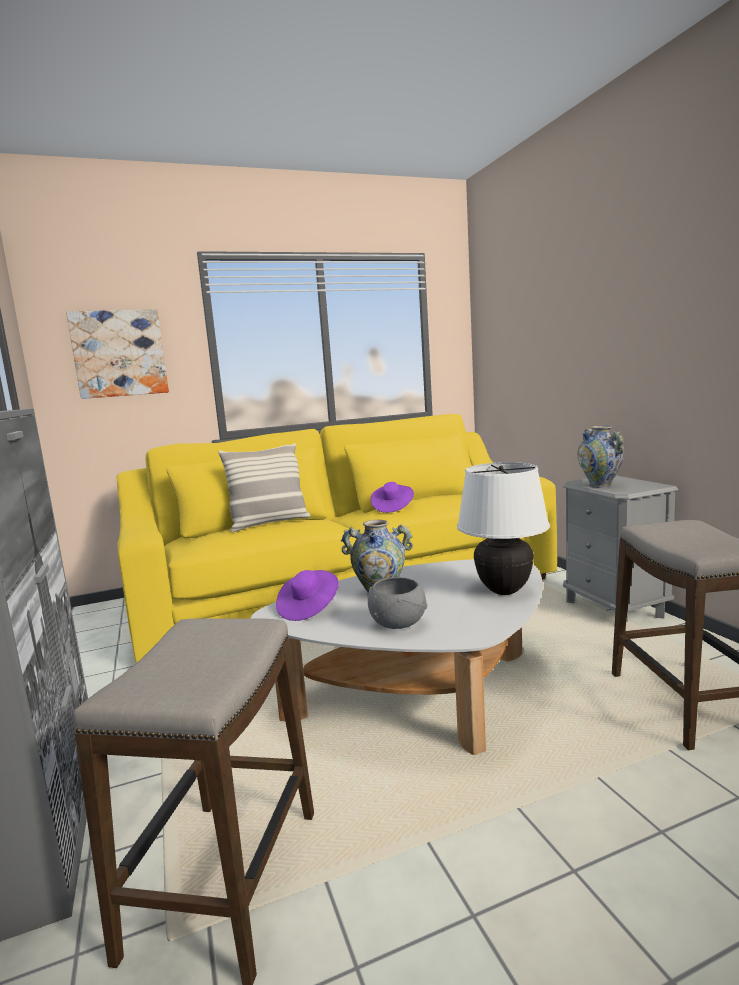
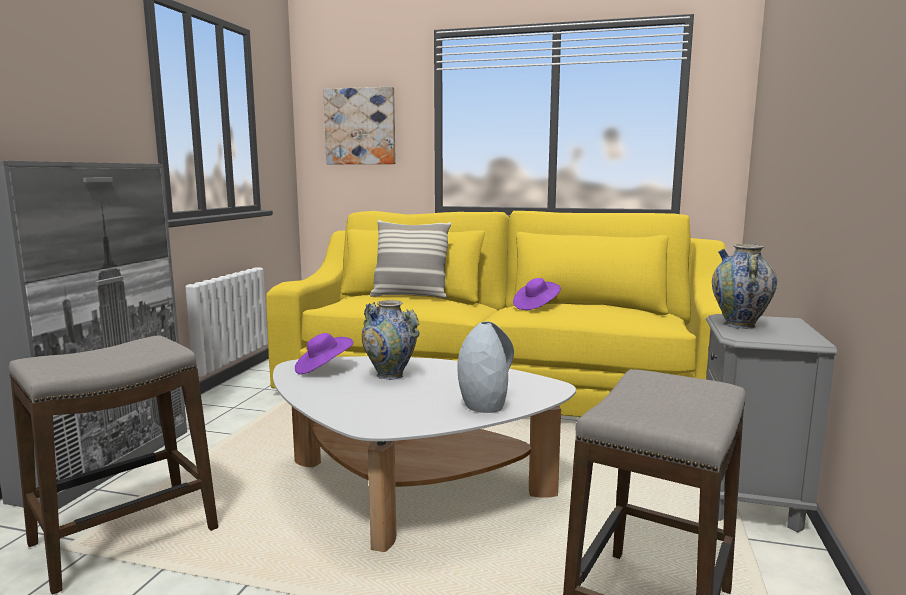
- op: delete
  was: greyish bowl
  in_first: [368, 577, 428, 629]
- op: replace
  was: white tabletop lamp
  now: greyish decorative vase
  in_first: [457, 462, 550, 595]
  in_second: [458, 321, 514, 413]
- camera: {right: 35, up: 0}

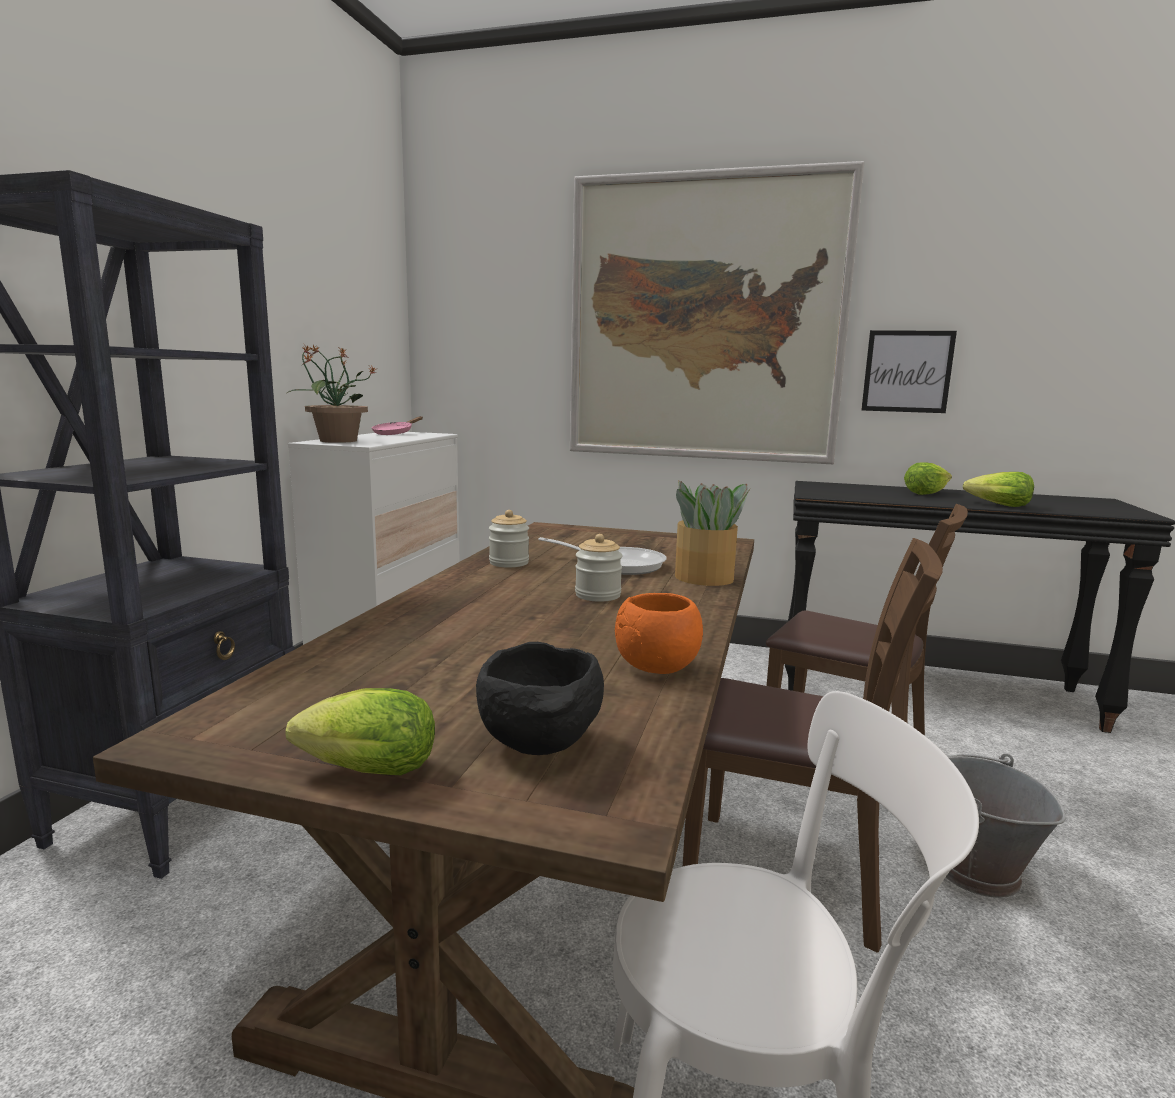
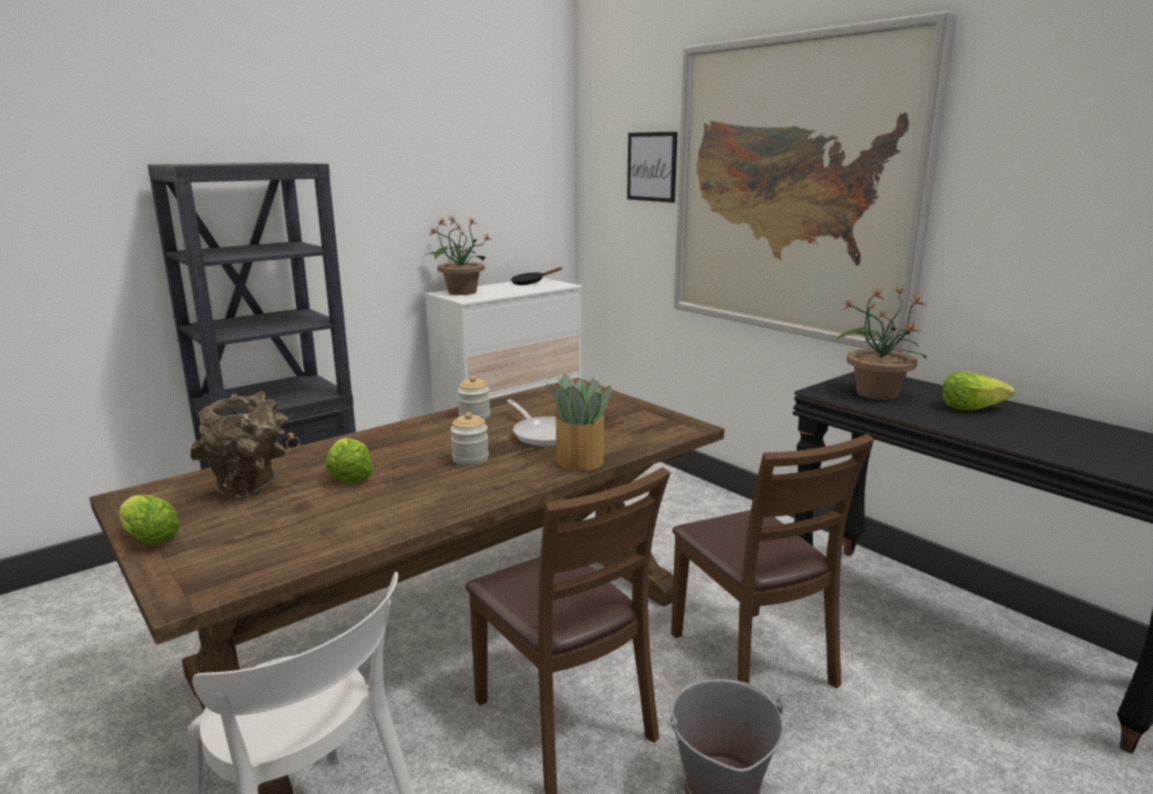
- op: recolor
  was: pink-coloured pan
  now: blackish pan
  in_first: [372, 416, 423, 435]
  in_second: [511, 267, 562, 285]
- op: delete
  was: blackish bowl
  in_first: [476, 642, 604, 755]
- op: delete
  was: orangey bowl
  in_first: [615, 593, 703, 674]
- op: move
  was: picture
  in_first: [861, 330, 957, 413]
  in_second: [627, 132, 678, 203]
- op: move
  was: lettuce
  in_first: [963, 472, 1034, 507]
  in_second: [325, 438, 373, 483]
- op: insert
  now: brownish decorative vase
  in_second: [191, 391, 289, 496]
- op: insert
  now: houseplant
  in_second: [836, 286, 928, 400]
- camera: {right: 35, up: 5}

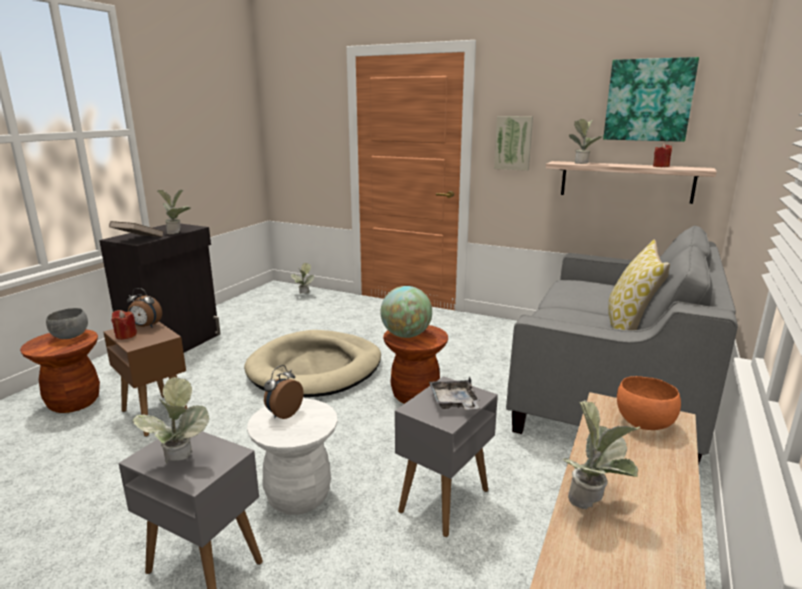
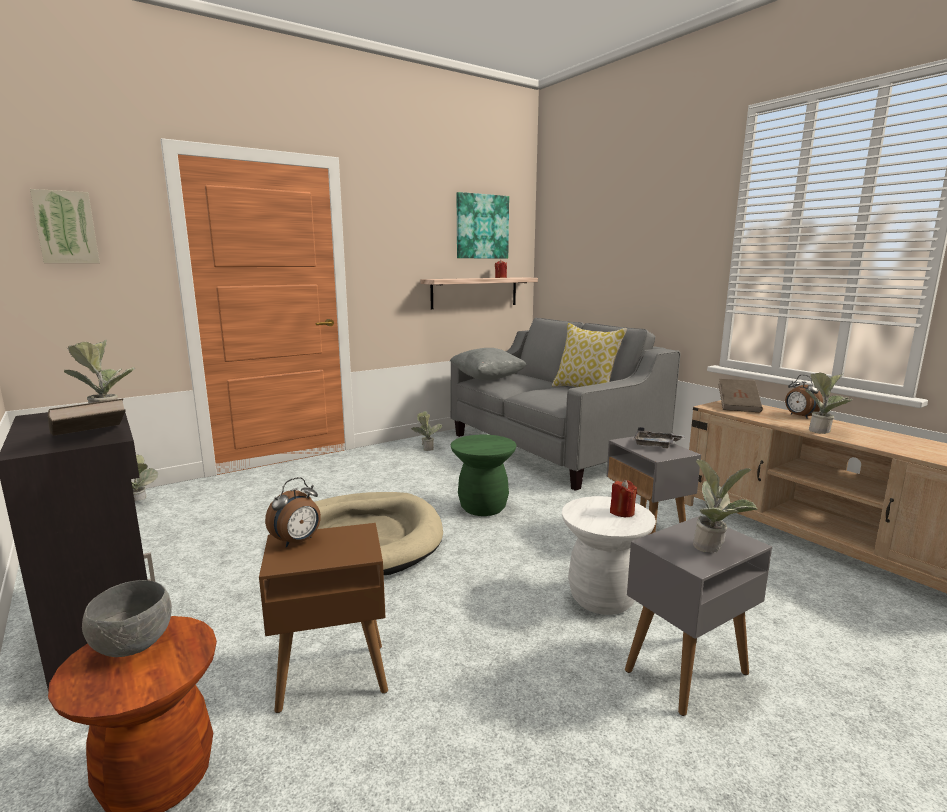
- op: move
  was: red wax light
  in_first: [111, 310, 137, 340]
  in_second: [610, 480, 637, 517]
- op: move
  was: table clock
  in_first: [264, 365, 304, 419]
  in_second: [785, 375, 823, 419]
- op: delete
  was: globe
  in_first: [380, 286, 432, 338]
- op: recolor
  was: brownish stool seat
  now: greenish stool seat
  in_first: [383, 325, 448, 404]
  in_second: [451, 435, 517, 516]
- op: move
  was: picture
  in_first: [494, 116, 533, 171]
  in_second: [30, 189, 100, 263]
- op: move
  was: houseplant
  in_first: [569, 119, 603, 164]
  in_second: [411, 411, 442, 451]
- op: replace
  was: orangey bowl
  now: brownish bound book
  in_first: [617, 376, 681, 430]
  in_second: [718, 379, 763, 412]
- op: insert
  now: greyish pillow
  in_second: [450, 348, 527, 380]
- camera: {right: -60, up: -5}

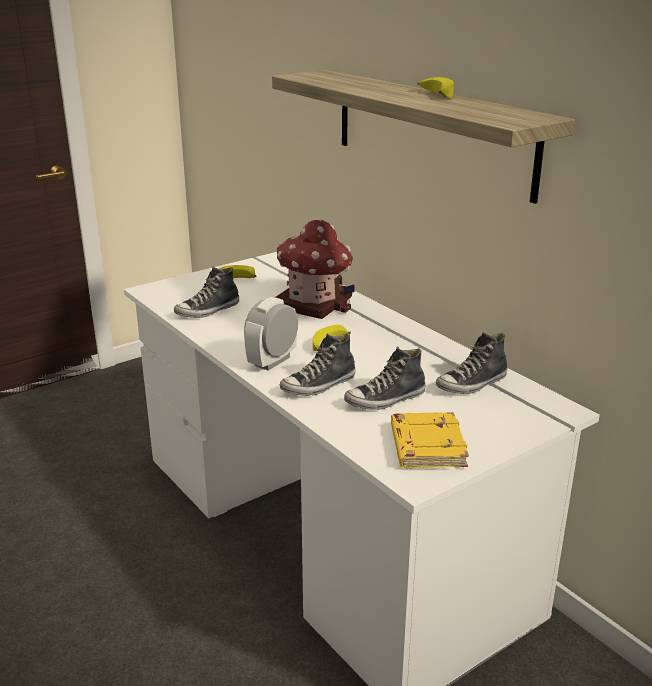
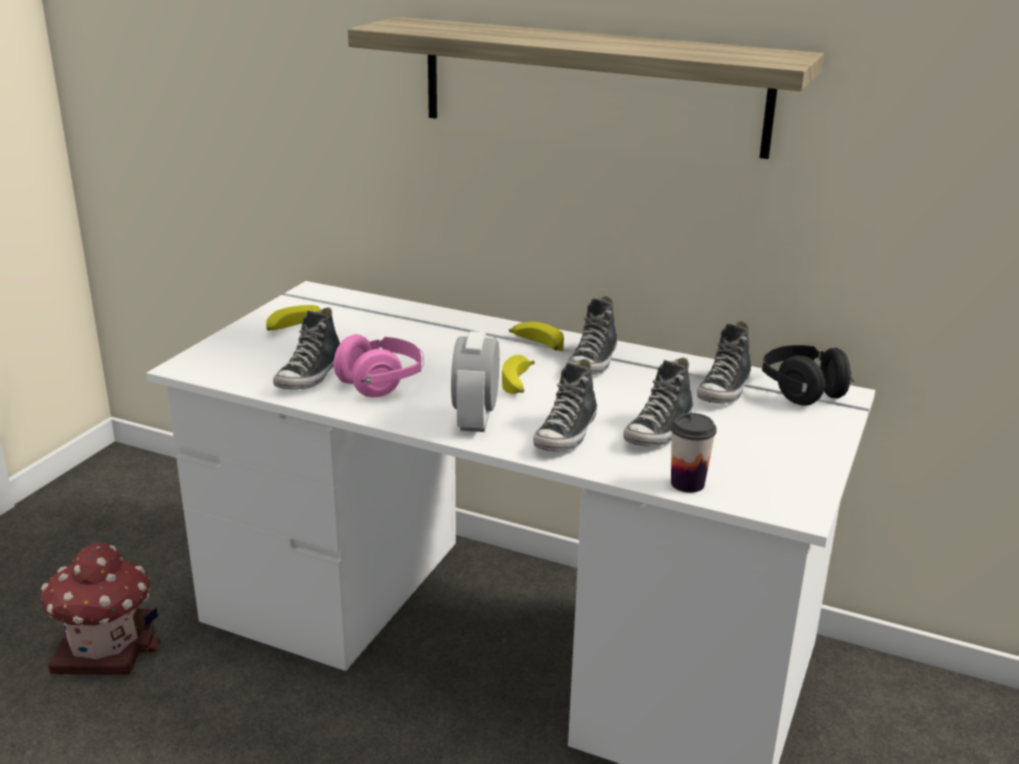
- op: move
  was: miniature house
  in_first: [276, 220, 355, 319]
  in_second: [41, 542, 160, 675]
- op: delete
  was: yellow-coloured bound book
  in_first: [391, 412, 469, 468]
- op: move
  was: banana
  in_first: [418, 77, 454, 98]
  in_second: [509, 322, 564, 351]
- op: insert
  now: pink-coloured headset
  in_second: [334, 334, 424, 397]
- op: insert
  now: item of footwear
  in_second: [567, 296, 617, 374]
- op: insert
  now: small cup
  in_second: [670, 413, 717, 493]
- op: insert
  now: blackish headset
  in_second: [762, 345, 854, 406]
- camera: {right: -30, up: 0}

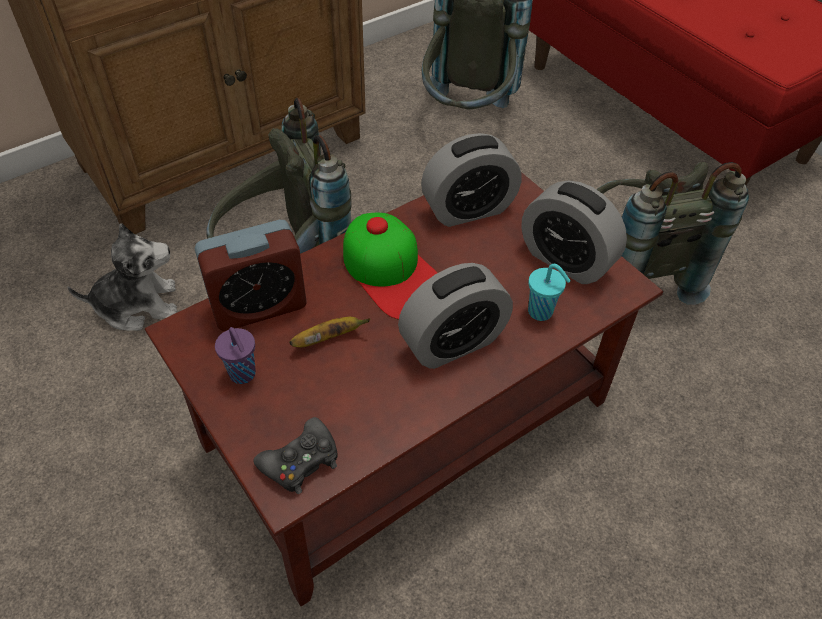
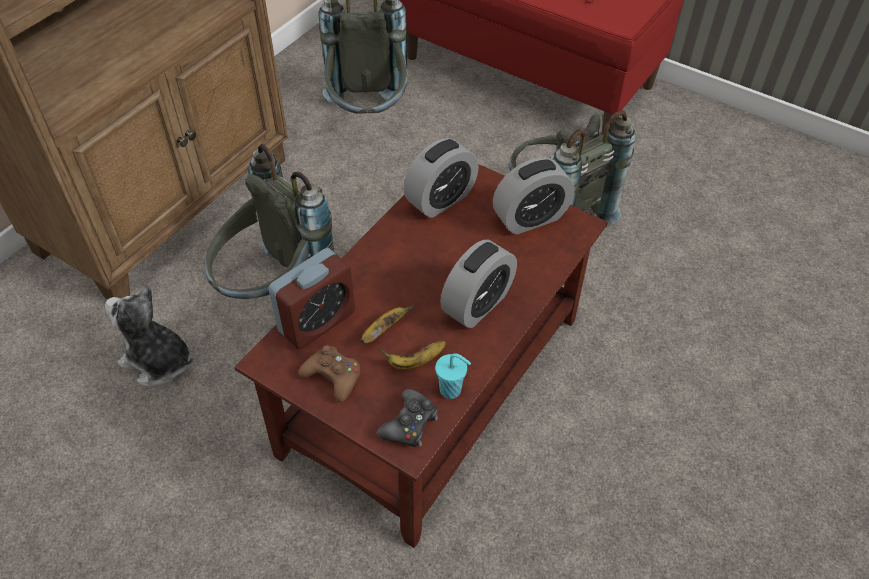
- op: rotate
  was: soft toy
  in_first: [67, 223, 177, 331]
  in_second: [105, 283, 194, 387]
  clockwise: -120
- op: replace
  was: purple-coloured small cup
  now: brownish joypad
  in_first: [215, 327, 256, 384]
  in_second: [299, 345, 361, 403]
- op: delete
  was: cap
  in_first: [343, 213, 437, 320]
- op: rotate
  was: table clock
  in_first: [522, 180, 627, 284]
  in_second: [493, 158, 574, 235]
  clockwise: -45
- op: move
  was: turquoise small cup
  in_first: [528, 264, 571, 321]
  in_second: [435, 353, 471, 399]
- op: insert
  now: banana
  in_second: [379, 340, 446, 370]
- camera: {right: -20, up: 0}

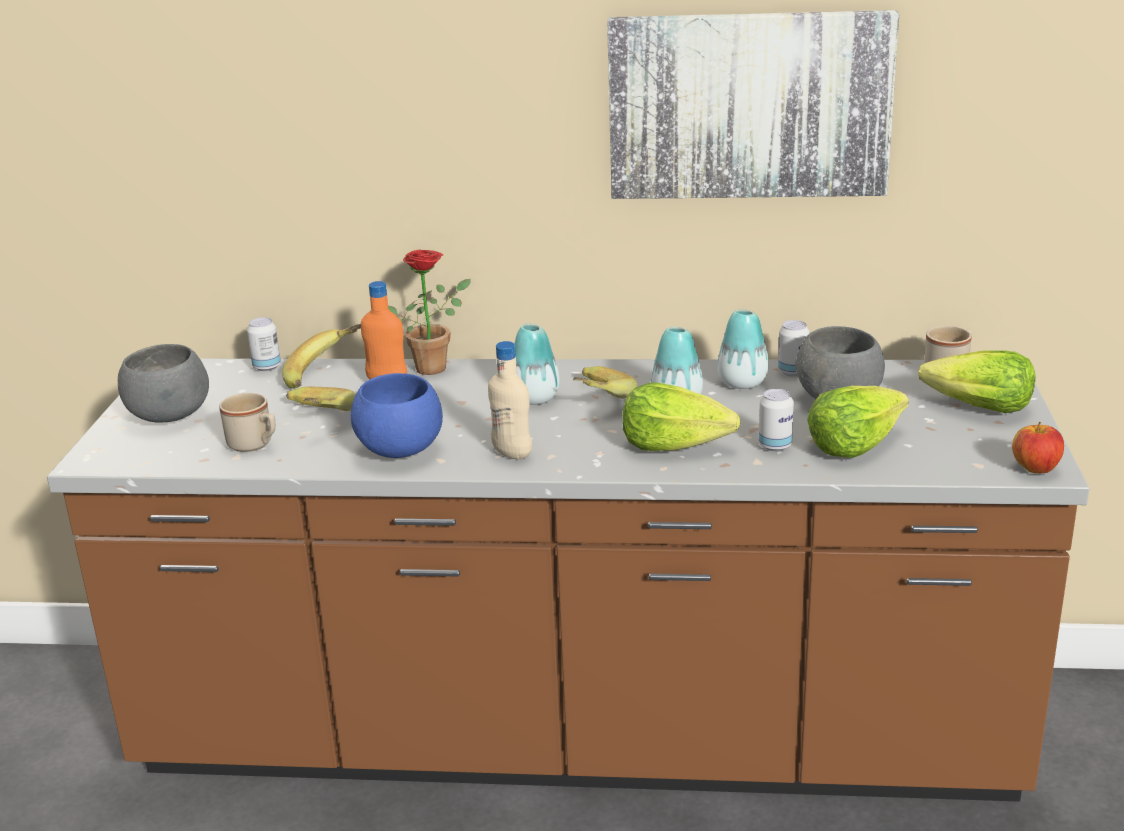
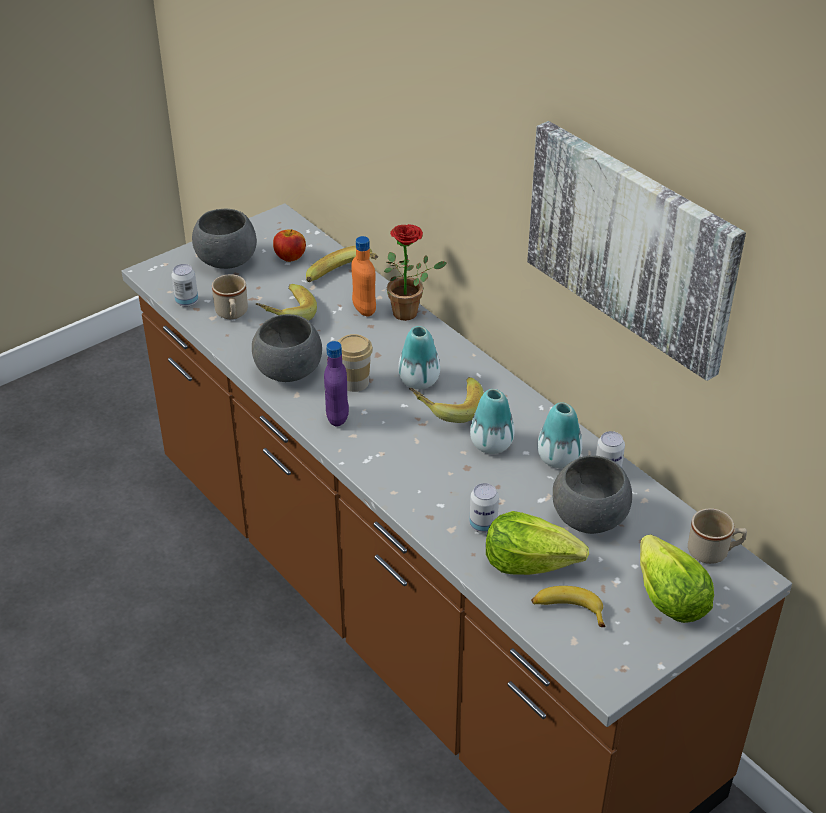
- op: move
  was: can
  in_first: [247, 317, 281, 371]
  in_second: [171, 264, 198, 307]
- op: recolor
  was: bluish bowl
  now: greyish bowl
  in_first: [351, 373, 443, 458]
  in_second: [252, 314, 322, 382]
- op: recolor
  was: beige beverage bottle
  now: purple-coloured beverage bottle
  in_first: [488, 341, 532, 460]
  in_second: [324, 341, 349, 427]
- op: delete
  was: lettuce
  in_first: [622, 382, 740, 451]
- op: move
  was: whole apple
  in_first: [1012, 421, 1064, 473]
  in_second: [273, 229, 306, 262]
- op: insert
  now: small cup
  in_second: [337, 334, 373, 392]
- op: insert
  now: banana
  in_second: [531, 586, 605, 627]
- camera: {right: 45, up: 15}

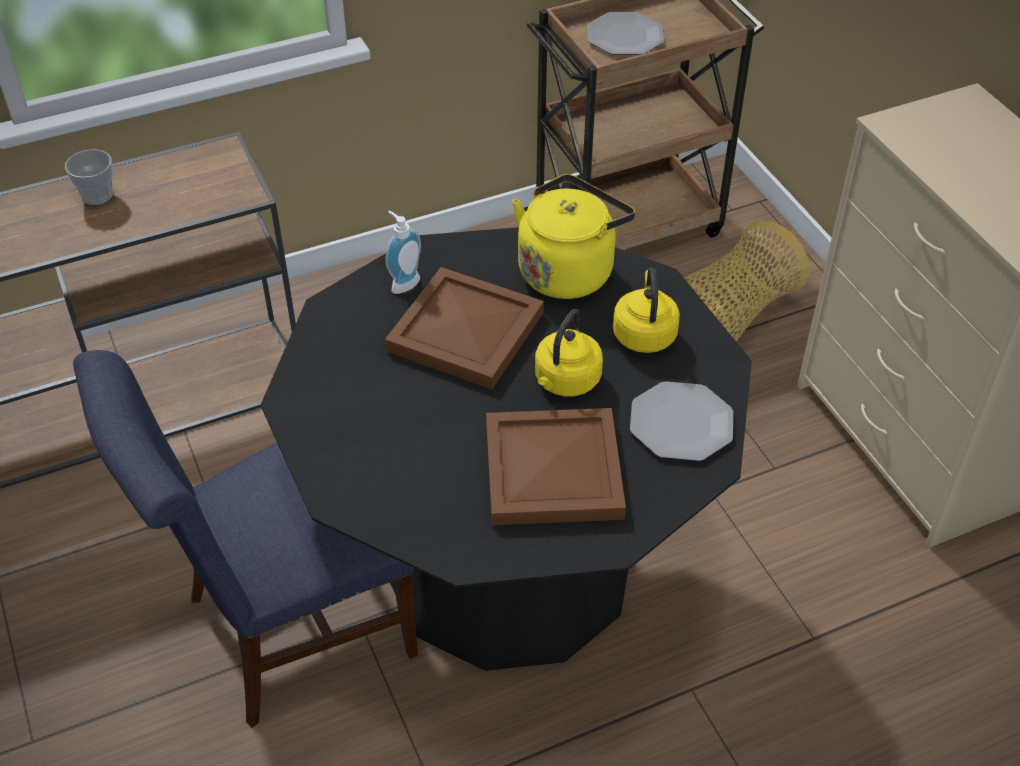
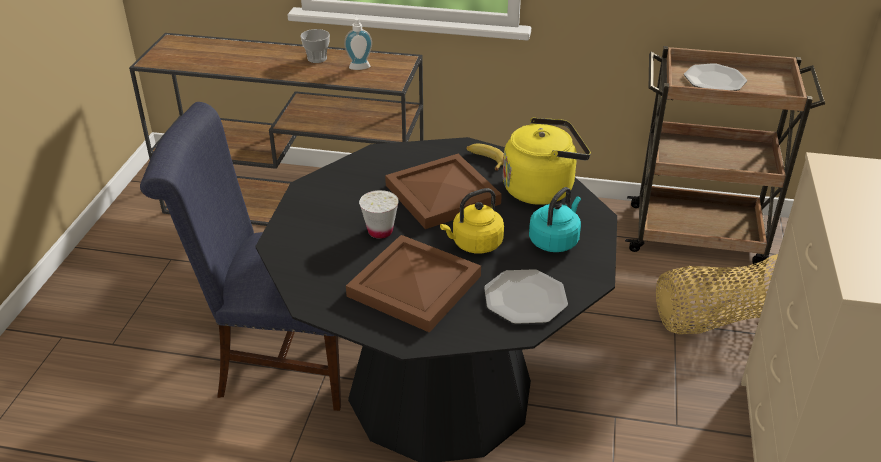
- op: move
  was: liquid soap bottle
  in_first: [386, 211, 421, 294]
  in_second: [344, 15, 372, 70]
- op: recolor
  was: yellow-coloured water kettle
  now: turquoise water kettle
  in_first: [613, 267, 680, 353]
  in_second: [529, 187, 581, 252]
- op: insert
  now: white small cup
  in_second: [359, 190, 399, 239]
- op: insert
  now: banana
  in_second: [466, 144, 504, 171]
- camera: {right: 35, up: -10}

